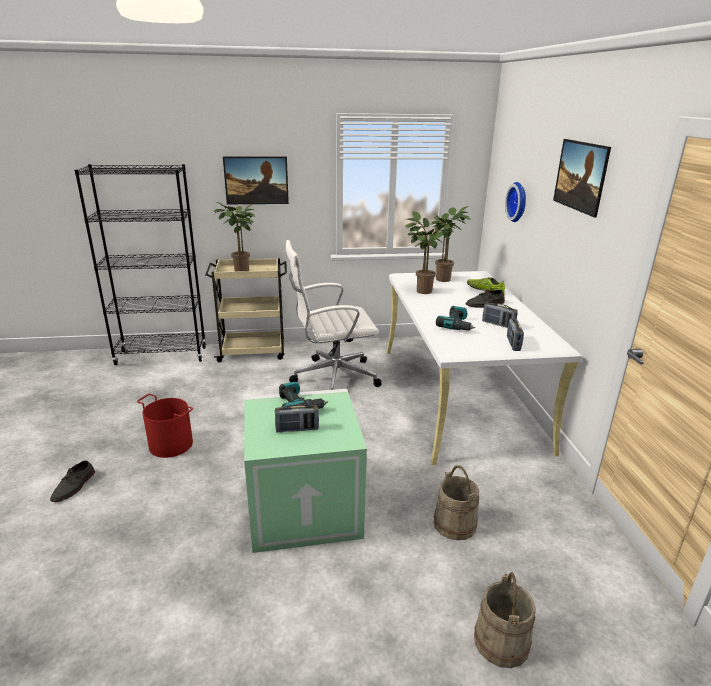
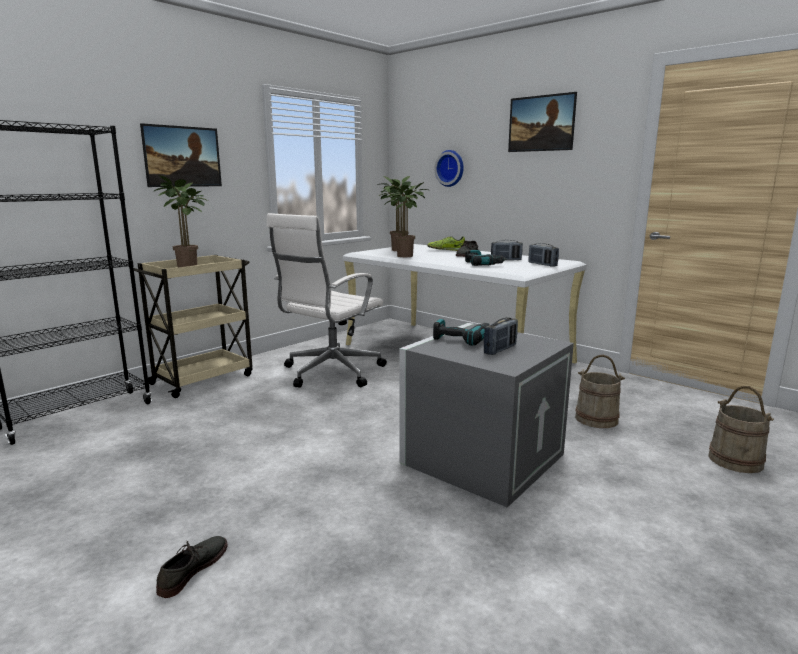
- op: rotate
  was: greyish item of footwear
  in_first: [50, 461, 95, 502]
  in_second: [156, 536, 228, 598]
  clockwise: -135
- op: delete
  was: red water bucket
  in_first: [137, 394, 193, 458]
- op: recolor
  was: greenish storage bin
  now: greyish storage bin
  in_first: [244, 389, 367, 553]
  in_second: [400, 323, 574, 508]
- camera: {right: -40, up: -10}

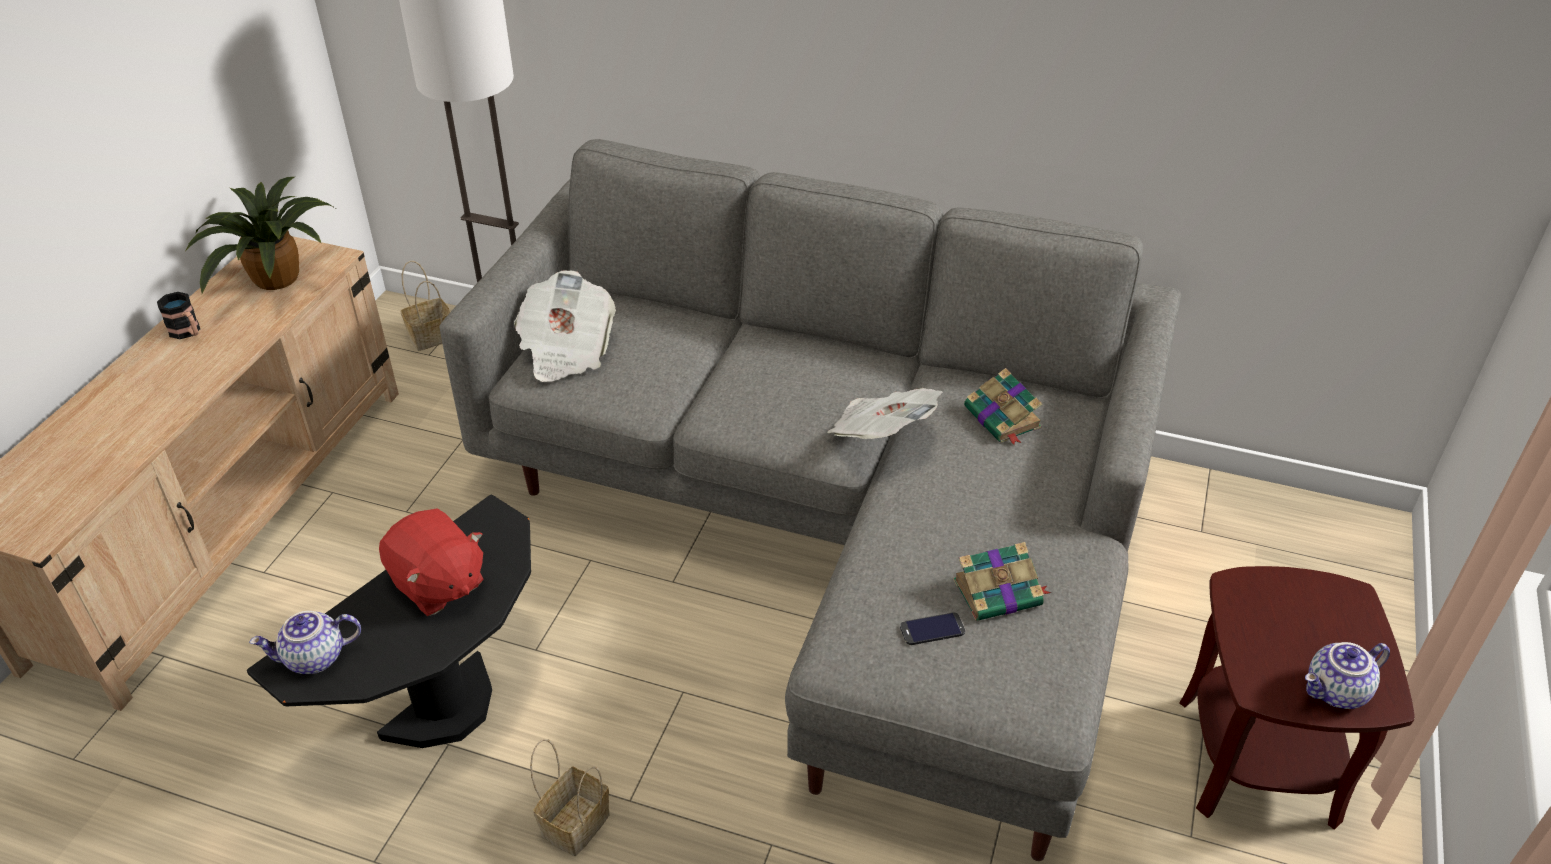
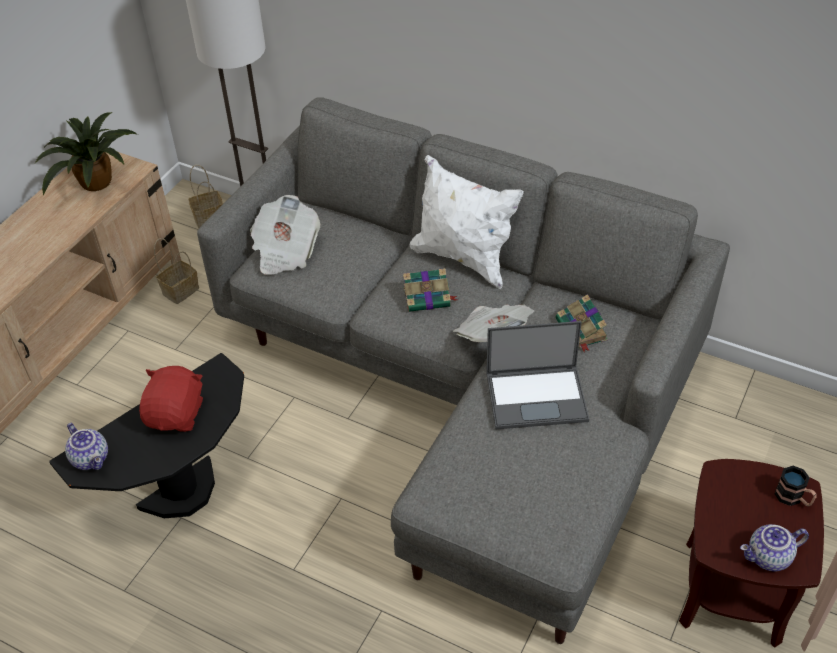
- op: move
  was: tea mug
  in_first: [157, 292, 200, 339]
  in_second: [775, 466, 817, 507]
- op: rotate
  was: tea pot
  in_first: [249, 611, 361, 674]
  in_second: [65, 423, 108, 470]
  clockwise: -120
- op: rotate
  was: red soft toy
  in_first: [379, 508, 484, 616]
  in_second: [139, 366, 203, 432]
  clockwise: -135
- op: move
  was: storage basket
  in_first: [530, 739, 610, 856]
  in_second: [154, 238, 199, 304]
- op: delete
  was: phone
  in_first: [900, 612, 965, 645]
- op: move
  was: bound book
  in_first: [953, 542, 1051, 621]
  in_second: [403, 268, 457, 312]
- op: insert
  now: white pillow
  in_second: [410, 155, 524, 289]
- op: insert
  now: portable computer
  in_second: [486, 321, 589, 429]
- camera: {right: 10, up: 5}

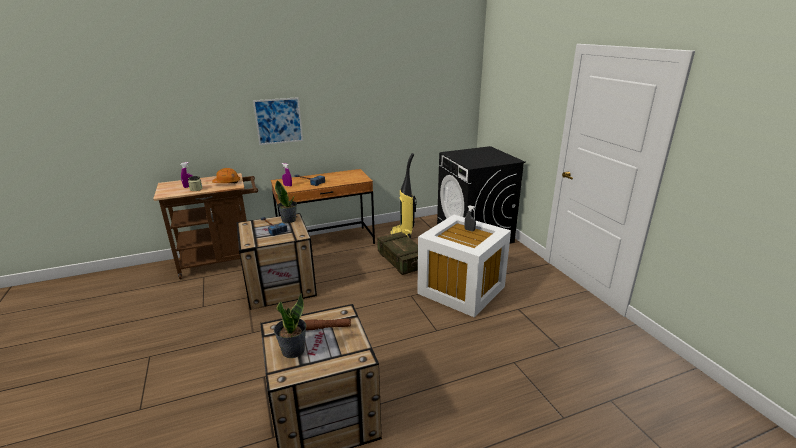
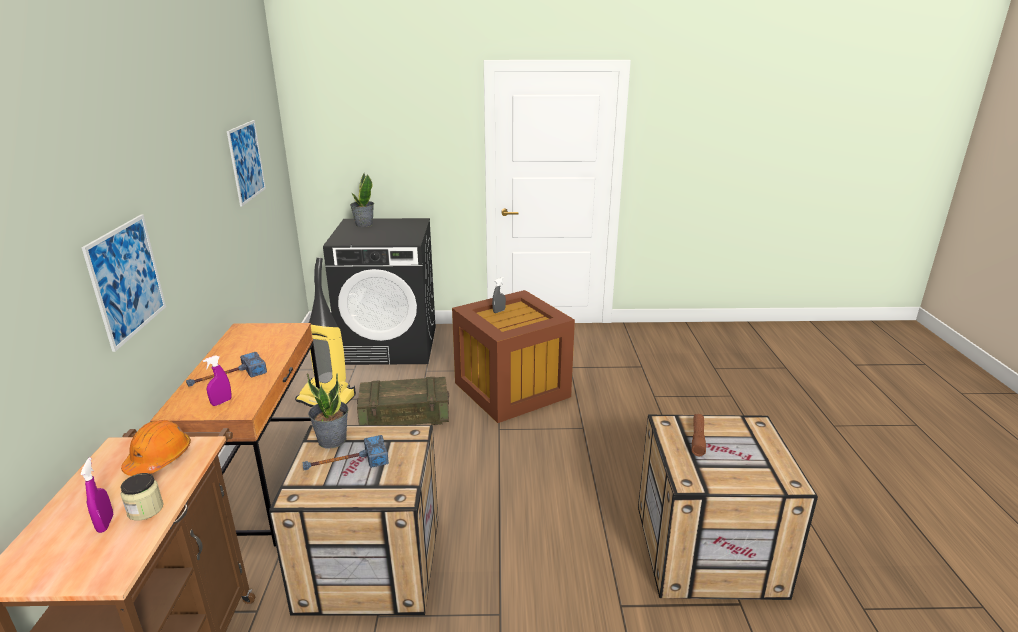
- op: move
  was: houseplant
  in_first: [274, 293, 306, 358]
  in_second: [350, 173, 374, 227]
- op: recolor
  was: white storage bin
  now: brownish storage bin
  in_first: [417, 215, 511, 317]
  in_second: [452, 290, 575, 423]
- op: insert
  now: picture
  in_second: [227, 120, 266, 206]
- camera: {right: -70, up: 0}

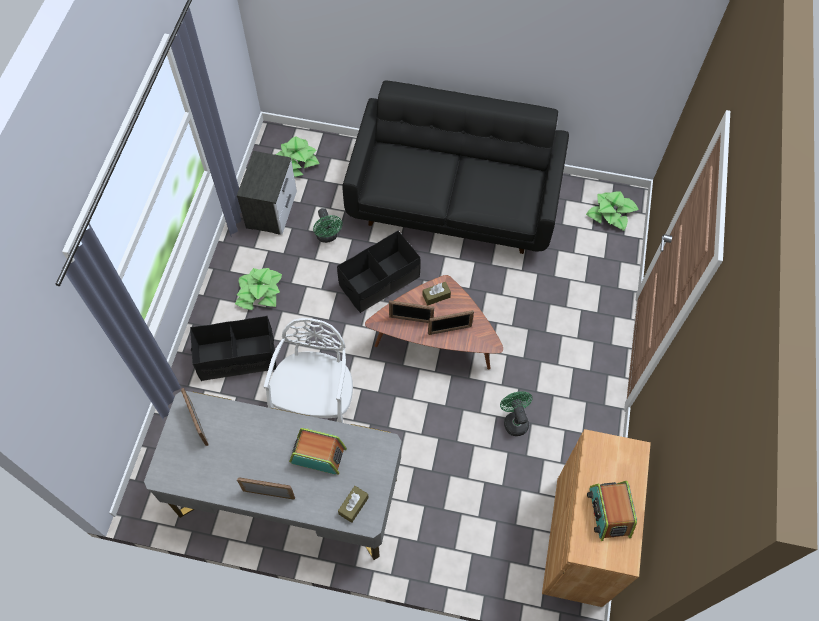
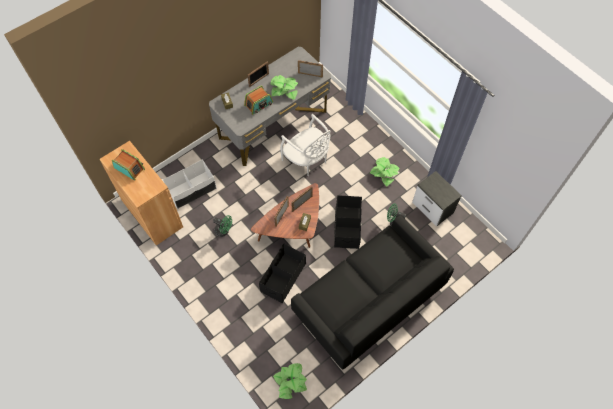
- op: move
  was: blackish storage bin
  in_first: [190, 316, 277, 381]
  in_second: [259, 243, 306, 303]
- op: move
  was: houseplant
  in_first: [276, 136, 320, 177]
  in_second: [271, 75, 298, 100]
- op: insert
  now: white storage bin
  in_second: [163, 159, 217, 209]
- camera: {right: 130, up: 0}

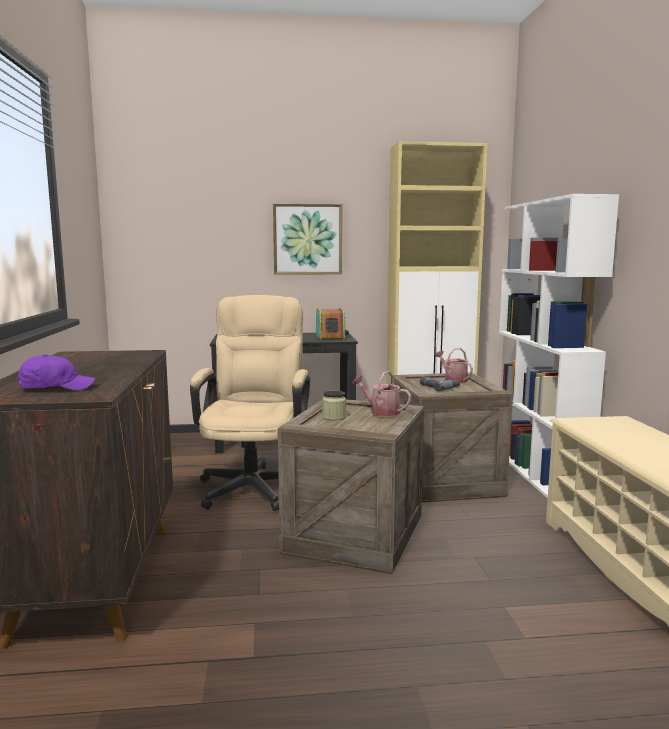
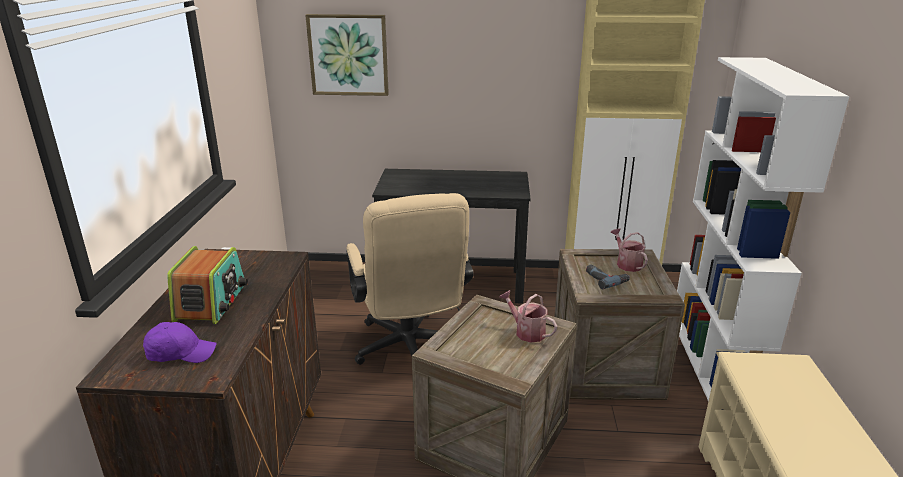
- op: rotate
  was: beige desk chair
  in_first: [190, 295, 310, 511]
  in_second: [346, 193, 474, 365]
  clockwise: 150
- op: move
  was: picture
  in_first: [273, 204, 342, 275]
  in_second: [305, 14, 389, 96]
- op: move
  was: radio set
  in_first: [316, 308, 349, 340]
  in_second: [167, 246, 248, 324]
- op: delete
  was: preserve jar
  in_first: [322, 391, 346, 420]
- camera: {right: 10, up: 15}

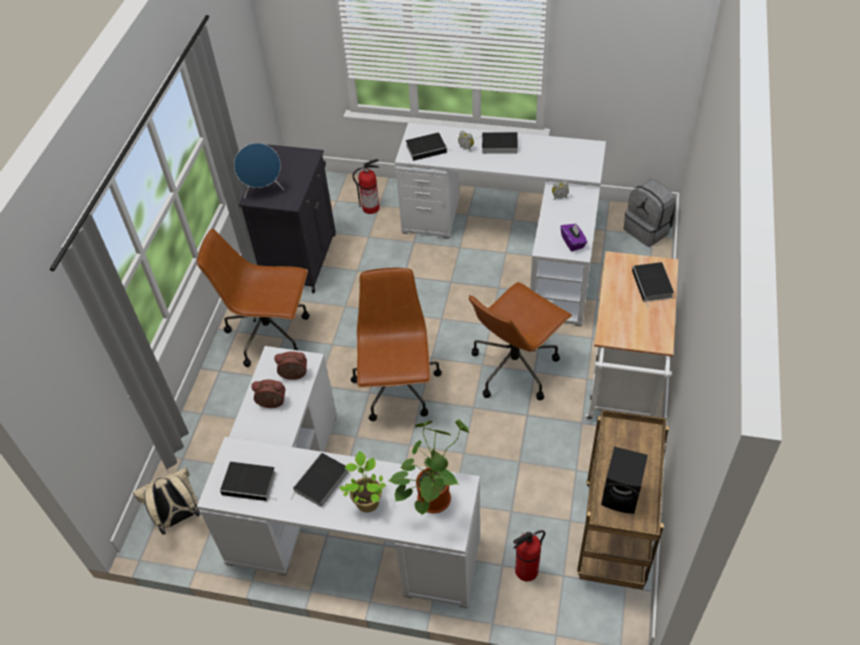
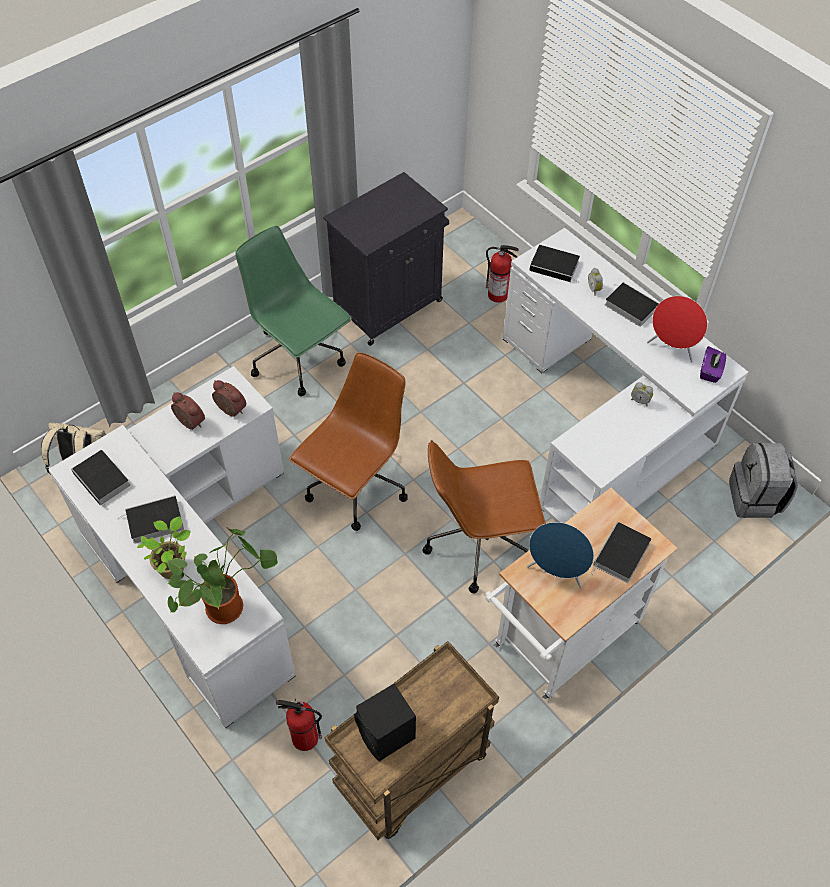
- op: recolor
  was: brownish desk chair
  now: greenish desk chair
  in_first: [197, 229, 310, 367]
  in_second: [235, 226, 352, 396]
- op: move
  was: bluish audio speaker
  in_first: [234, 143, 284, 198]
  in_second: [527, 522, 594, 589]
- op: move
  was: purple-coloured tissue holder
  in_first: [561, 223, 587, 251]
  in_second: [700, 346, 726, 383]
- op: insert
  now: red audio speaker
  in_second: [647, 296, 708, 363]
- camera: {right: 35, up: 5}

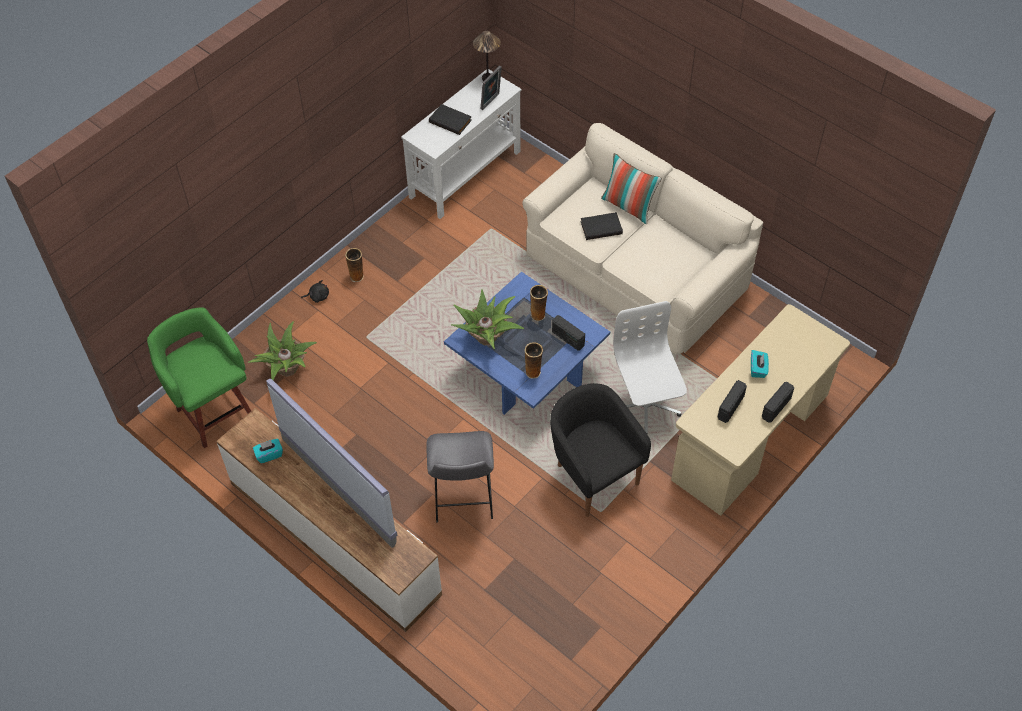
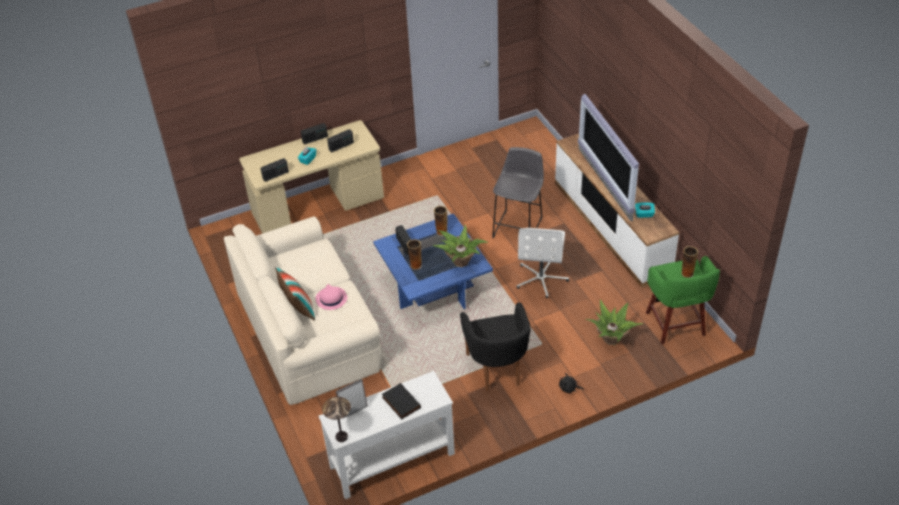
- op: move
  was: decorative vase
  in_first: [345, 248, 364, 282]
  in_second: [682, 246, 698, 278]
- op: move
  was: blackish armchair
  in_first: [550, 383, 651, 517]
  in_second: [460, 302, 530, 391]
- op: replace
  was: blackish bound book
  now: pink-coloured clothing hat
  in_first: [581, 212, 623, 240]
  in_second: [316, 284, 347, 310]
- op: move
  was: white desk chair
  in_first: [613, 301, 687, 433]
  in_second: [516, 228, 569, 298]
- op: insert
  now: radio set
  in_second: [260, 158, 289, 182]
- camera: {right: -155, up: -10}

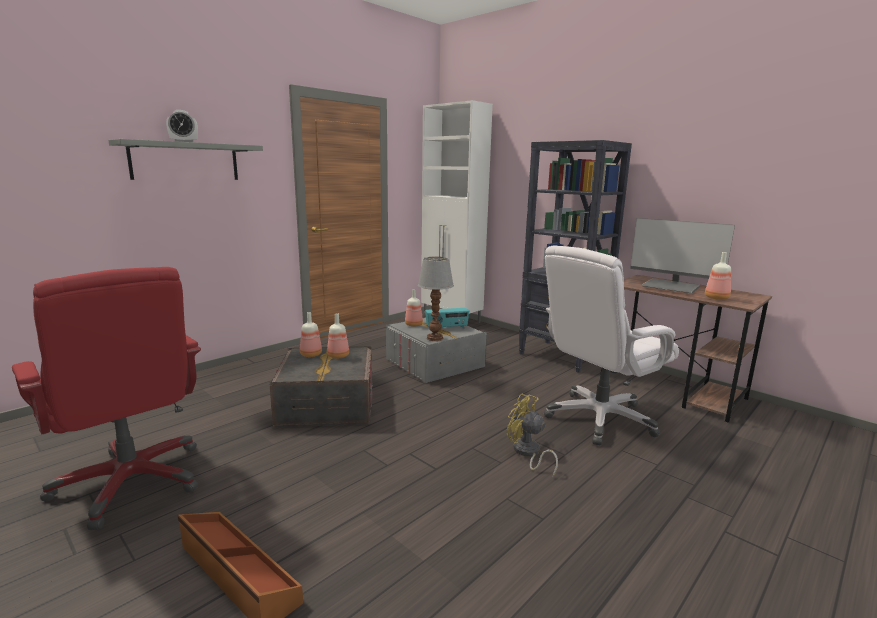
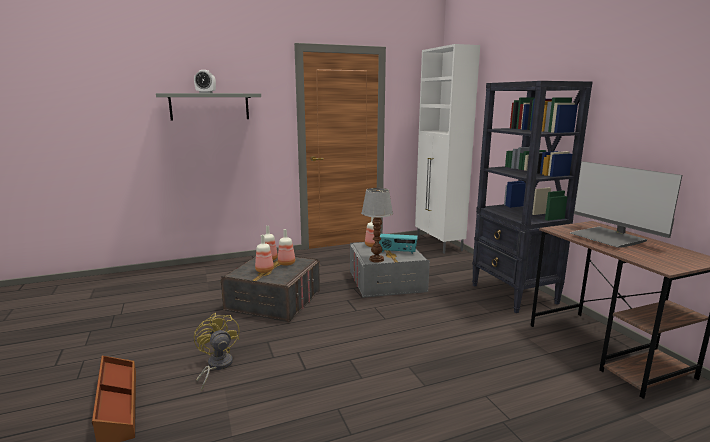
- op: delete
  was: red desk chair
  in_first: [12, 267, 201, 530]
- op: move
  was: yellow-coloured cooling fan
  in_first: [507, 394, 558, 477]
  in_second: [194, 313, 240, 391]
- op: delete
  was: white desk chair
  in_first: [544, 245, 679, 445]
- op: move
  was: beverage bottle
  in_first: [705, 252, 731, 300]
  in_second: [255, 235, 274, 273]
- camera: {right: 25, up: 0}

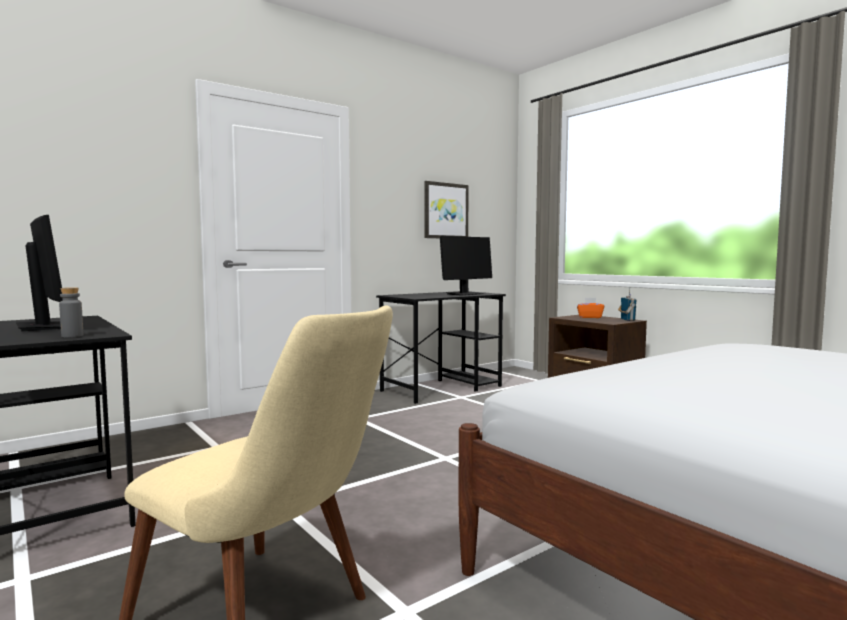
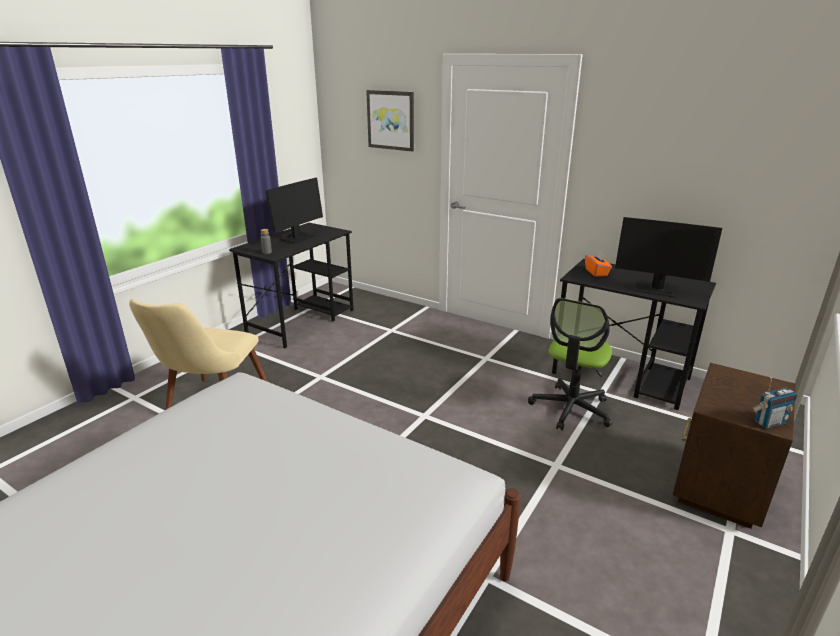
- op: move
  was: picture
  in_first: [424, 181, 469, 238]
  in_second: [366, 90, 414, 152]
- op: move
  was: orangey tissue holder
  in_first: [577, 298, 604, 318]
  in_second: [585, 251, 612, 277]
- op: insert
  now: desk chair
  in_second: [528, 298, 613, 430]
- camera: {right: 70, up: 20}

